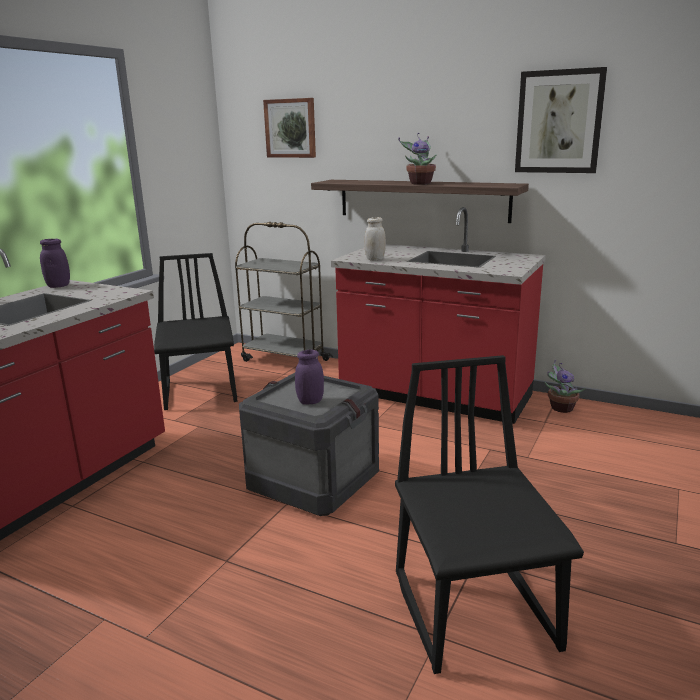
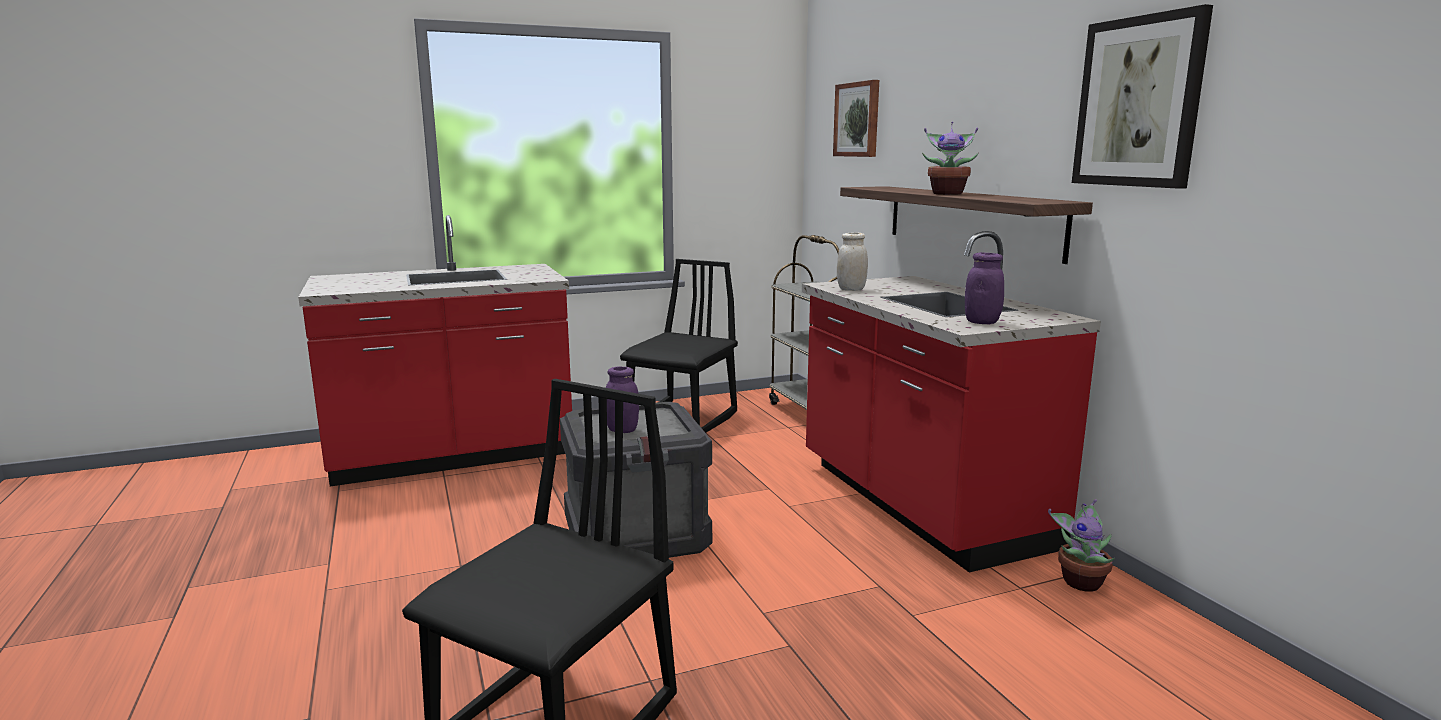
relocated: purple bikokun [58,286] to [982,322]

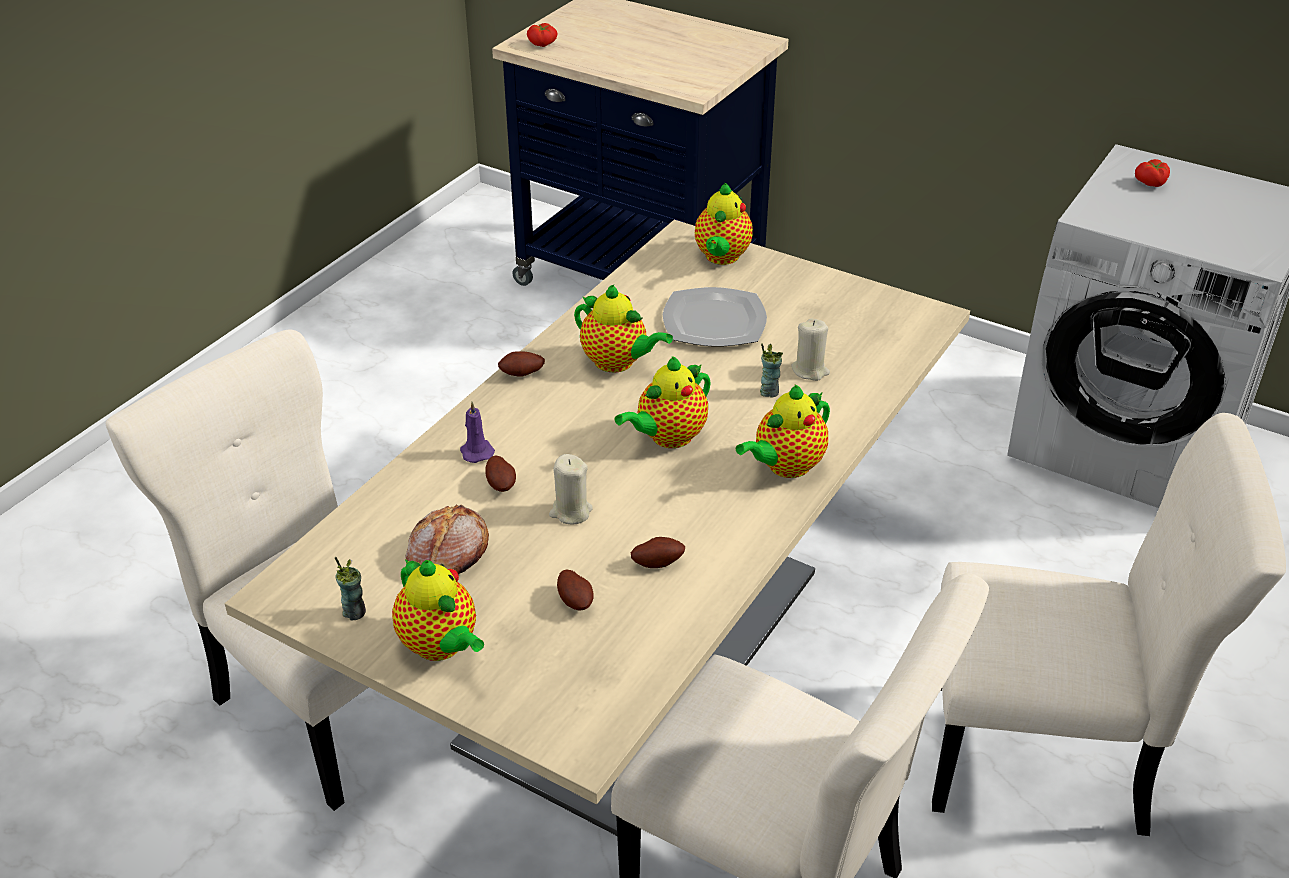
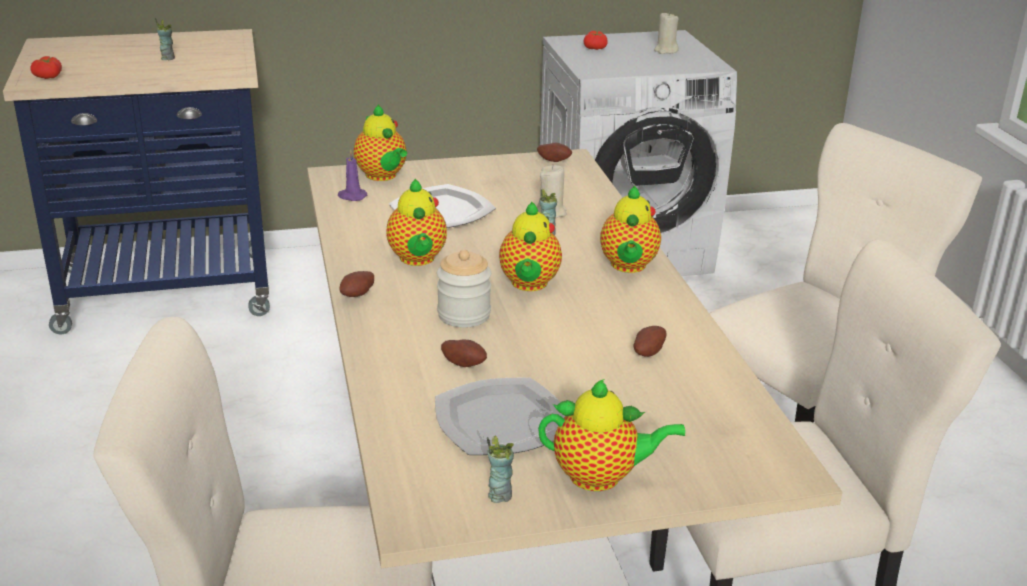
appeared: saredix [167,58]; bikokun [464,315]
relocated: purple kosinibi [476,451] to [351,196]; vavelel [576,601] to [554,160]; beige kosinibi [570,512] to [665,51]
exchanged: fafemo [447,552] to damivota [500,422]
spun: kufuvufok [617,363] = [417,259] 90 degrees clockwise

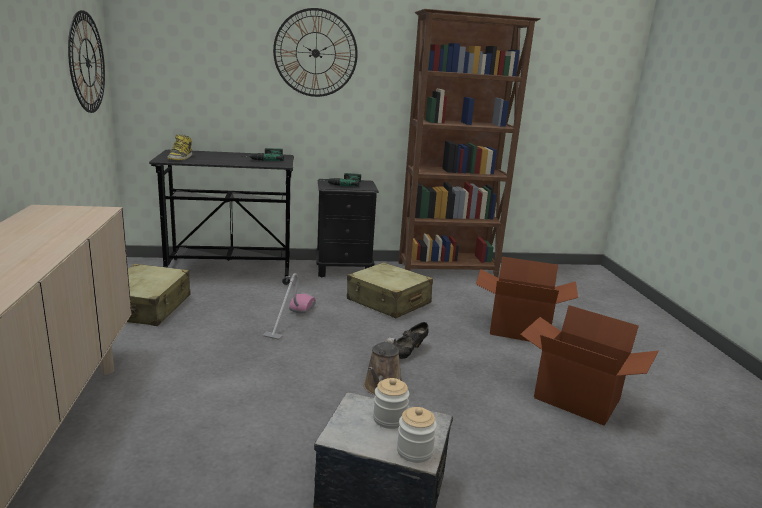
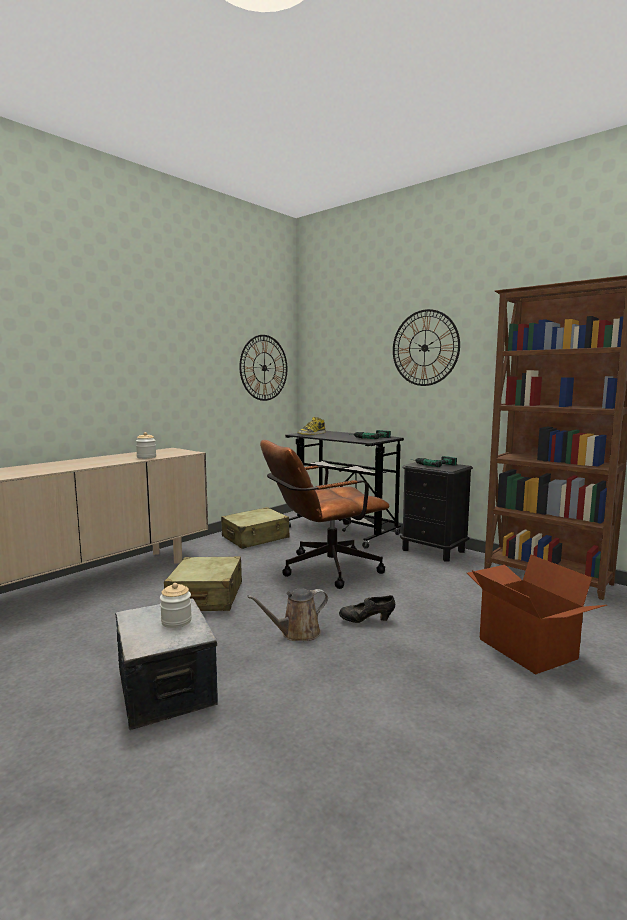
missing: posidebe [576,399]
relocated: bikokun [414,451] to [146,457]; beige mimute [388,302] to [206,597]
exchanged: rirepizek [290,320] to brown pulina [322,570]

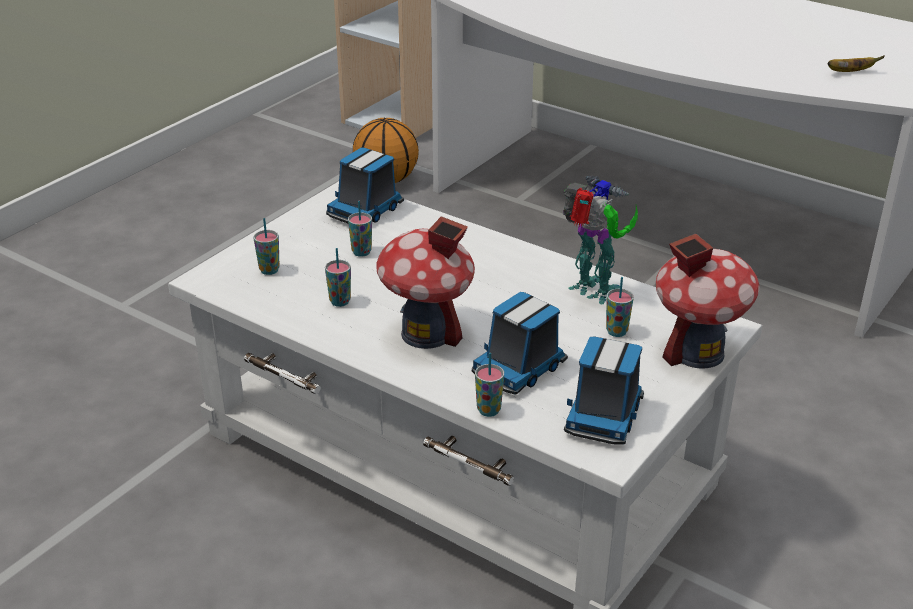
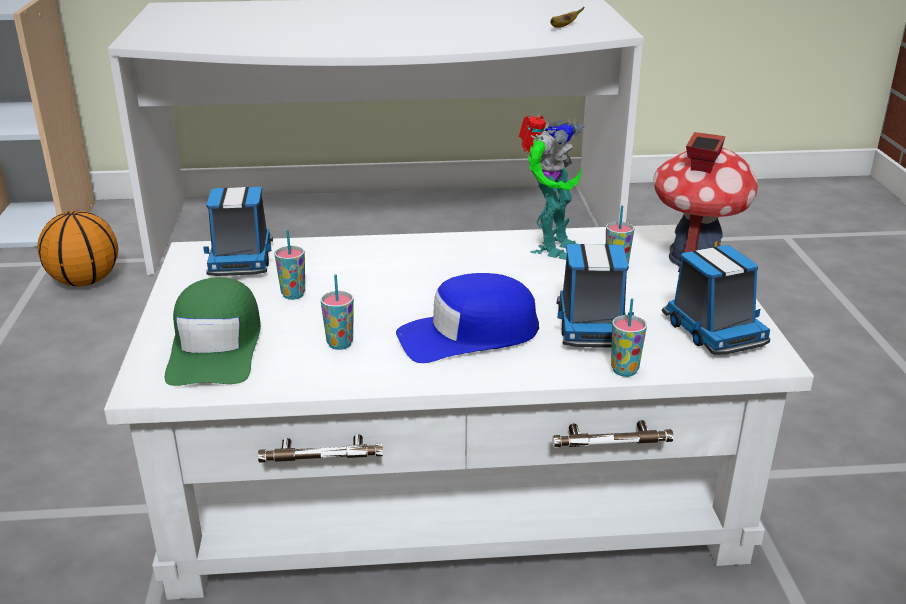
exchanged: saredix [269,270] to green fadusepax [216,347]; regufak [426,334] to blue fadusepax [468,335]
spun: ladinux [594,292] = [551,248] 120 degrees clockwise

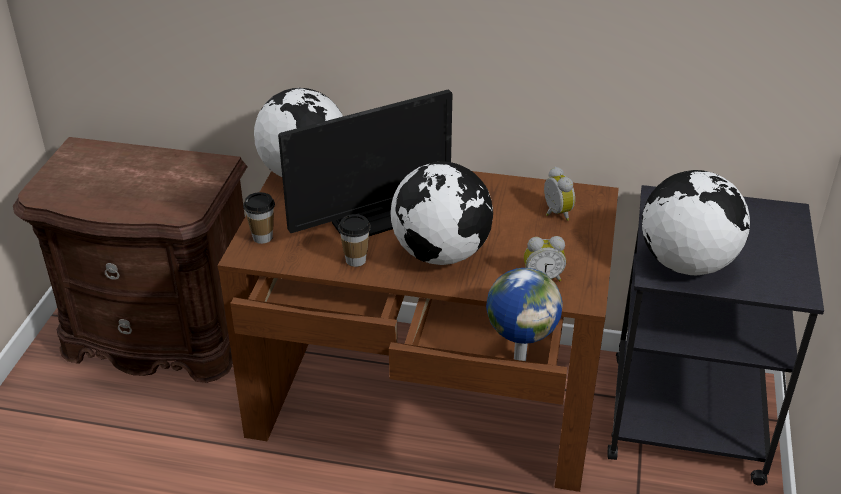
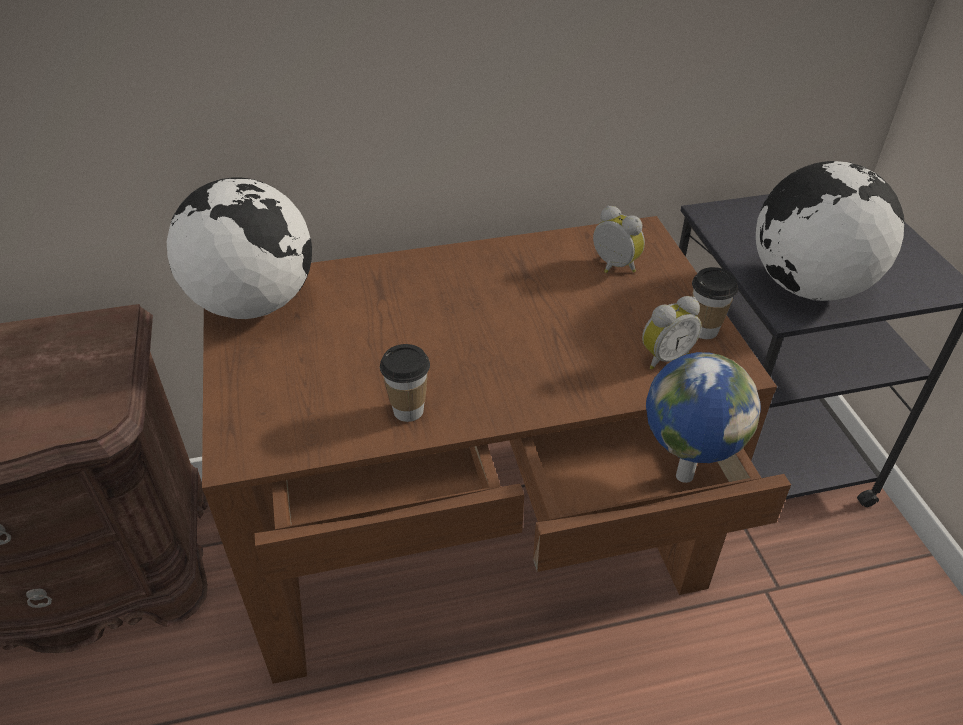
missing: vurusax [369,221]; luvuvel [441,254]
relocated: saredix [262,237] to [704,330]

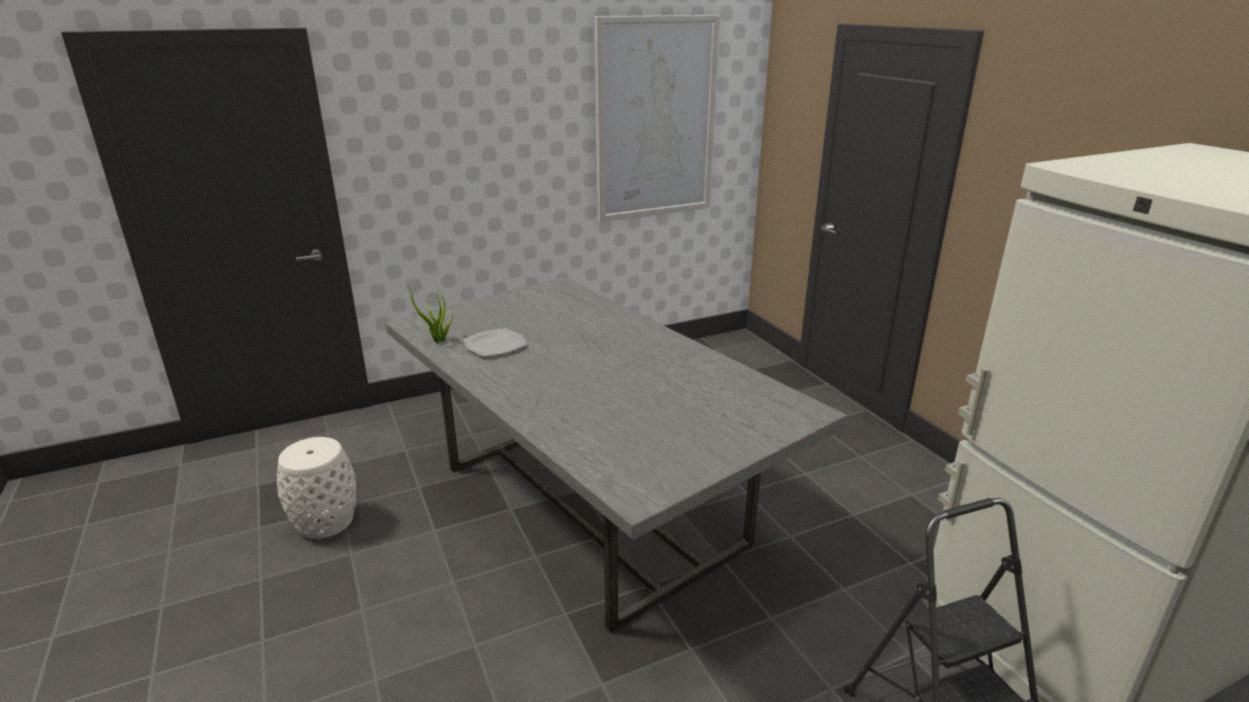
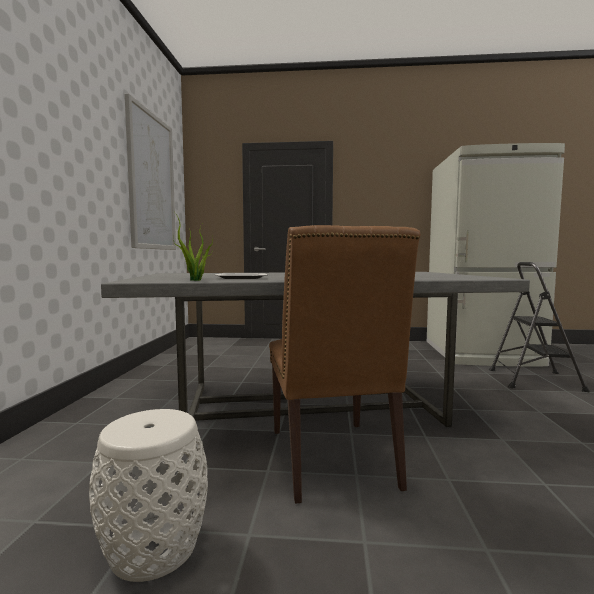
appeared: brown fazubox [330,456]

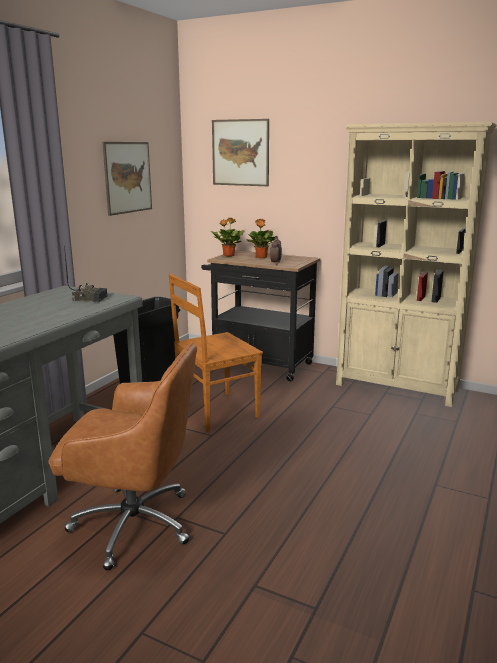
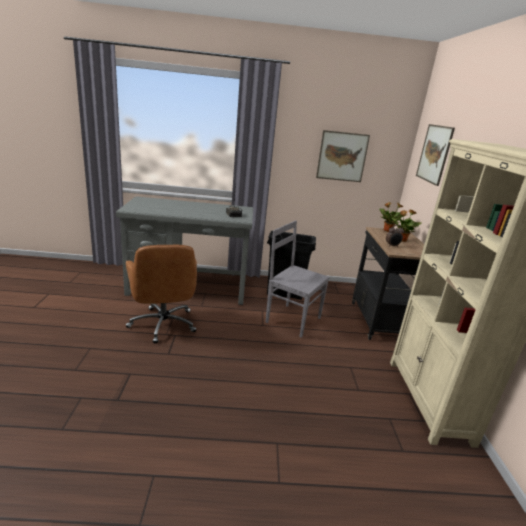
colour: brown fazubox [215,411] to grey fazubox [292,319]

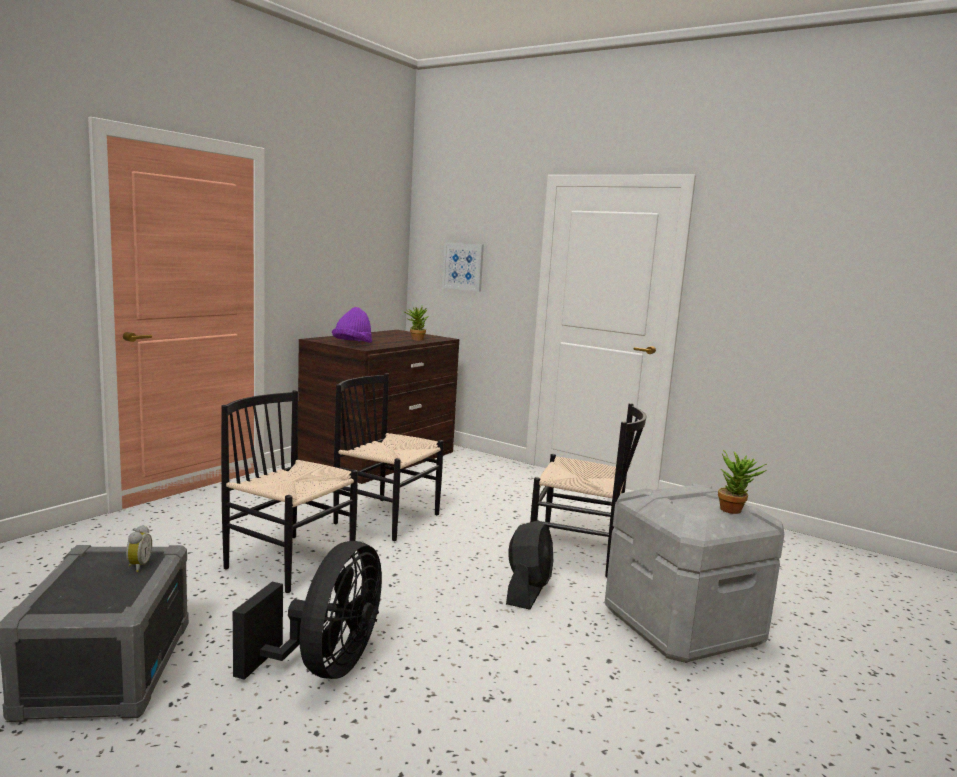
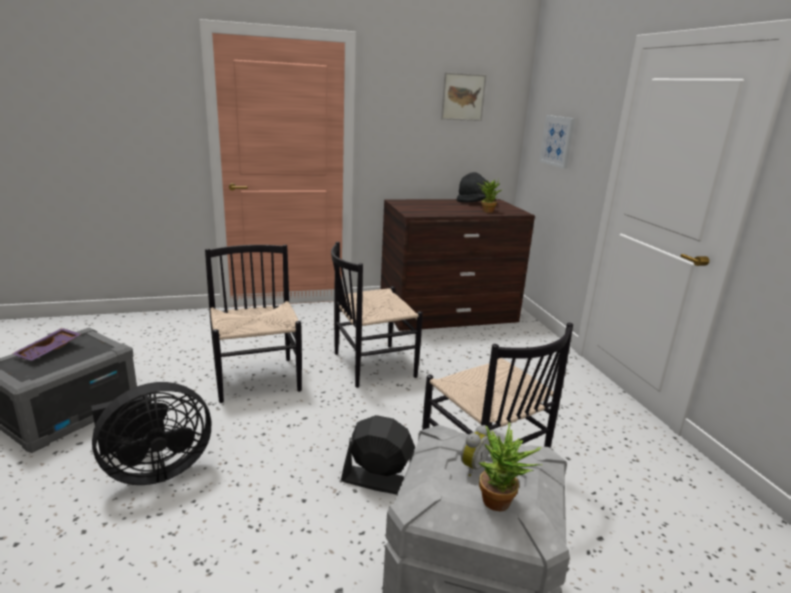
missing: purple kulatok [352,344]
appeared: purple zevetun [49,351]; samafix [463,97]; black kulatok [475,203]
relocated: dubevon [137,566] to [471,466]
spun: black fazubox [383,518] = [370,366] 90 degrees counterclockwise; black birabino [528,591] = [378,481] 135 degrees counterclockwise

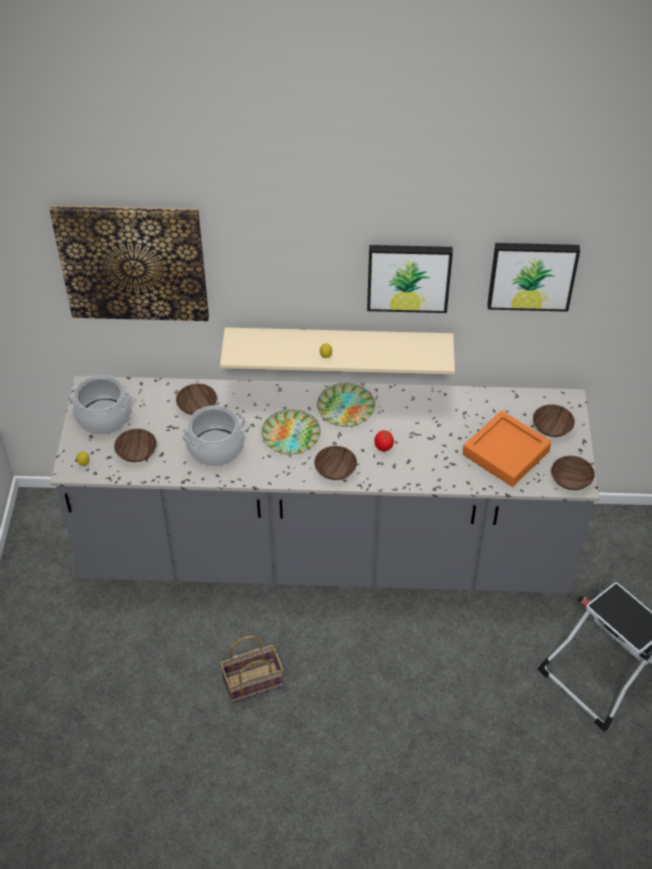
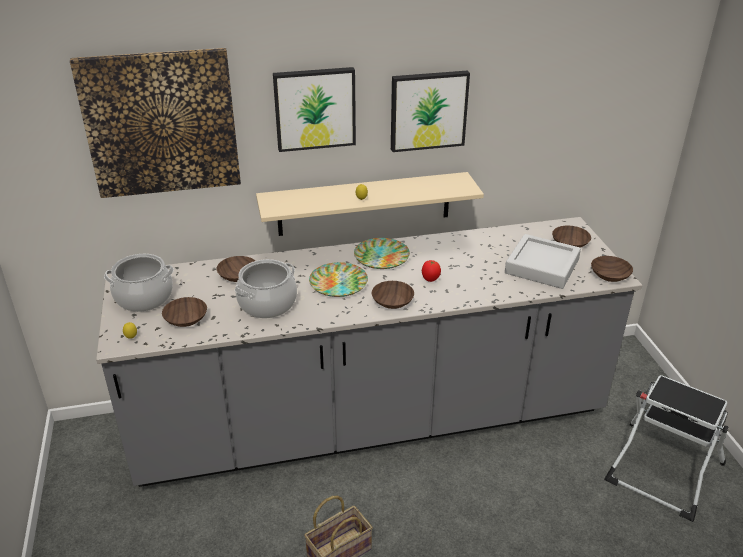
relocated: samafix [532,274] to [314,108]
colour: orange zevetun [506,453] to grey zevetun [542,266]

